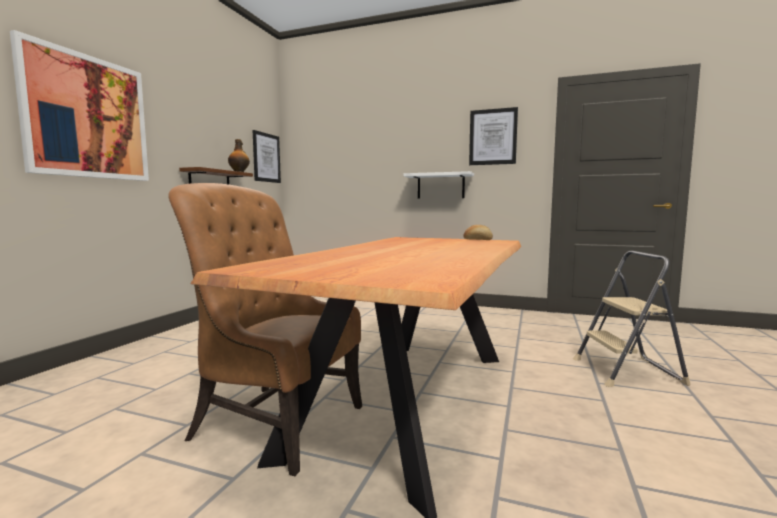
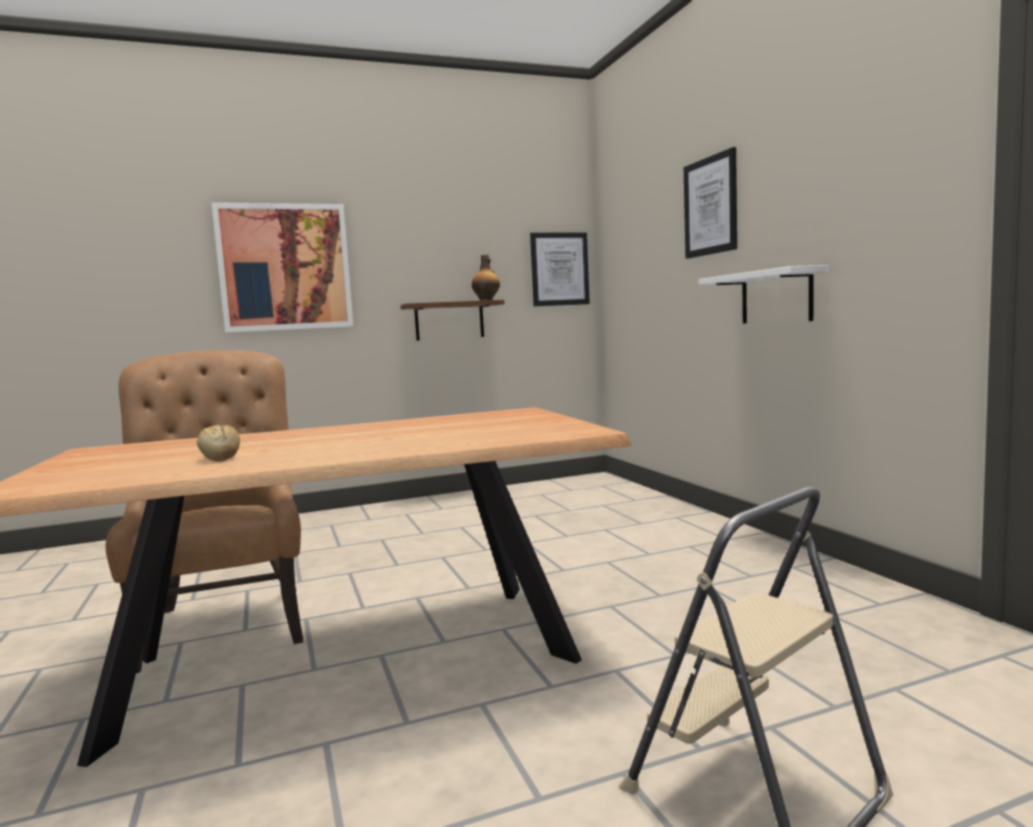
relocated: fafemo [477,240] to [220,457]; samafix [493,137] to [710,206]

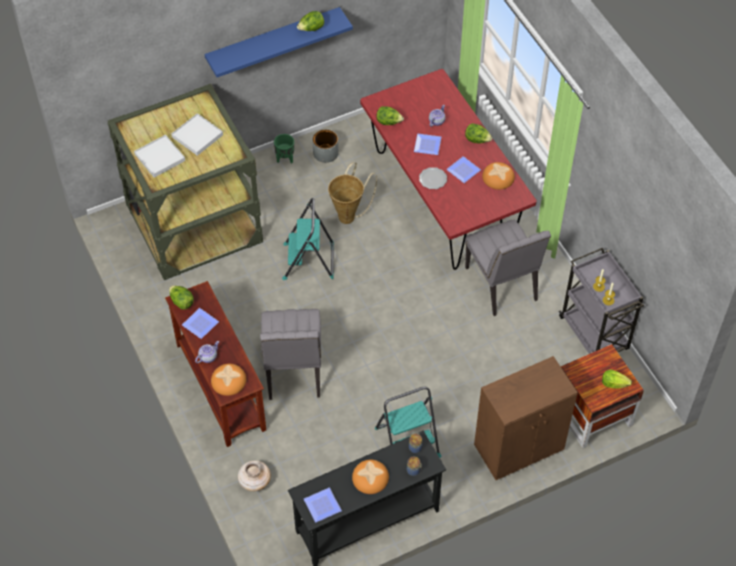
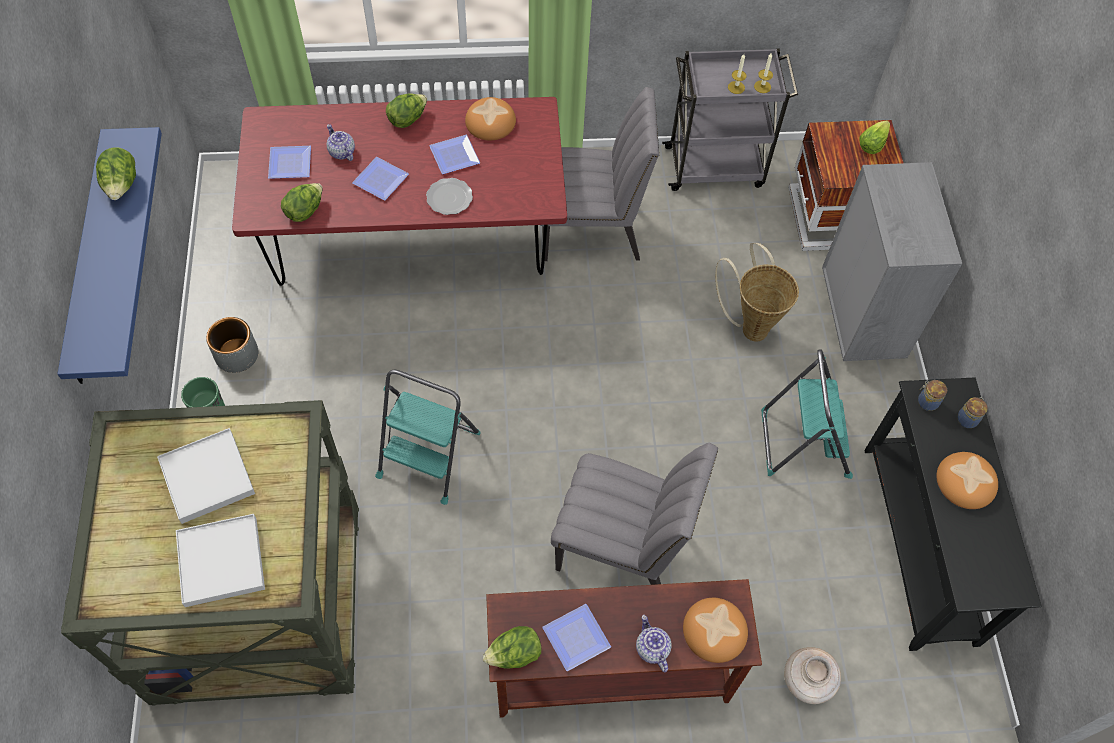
relocated: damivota [323,504] to [288,162]; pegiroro [349,215] to [751,326]
colour: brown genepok [517,450] to grey genepok [862,318]

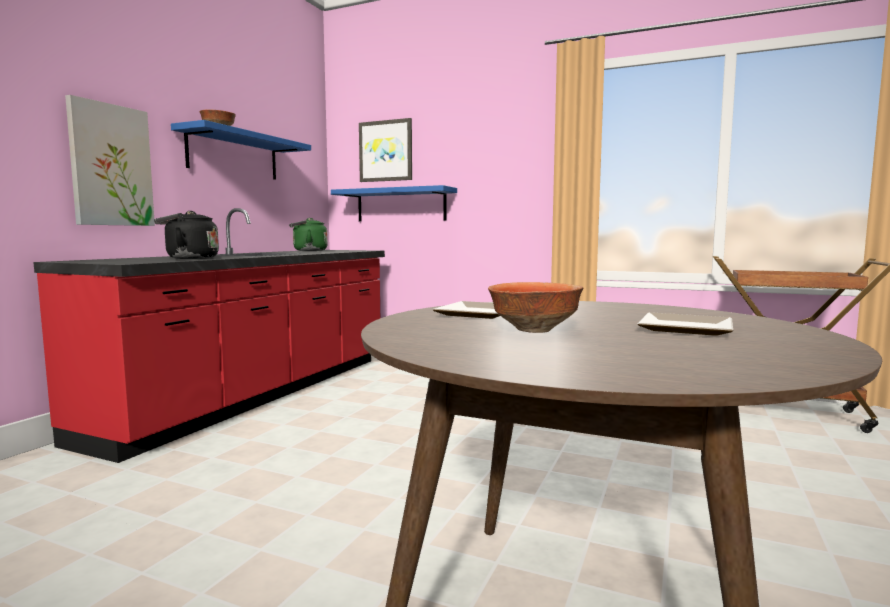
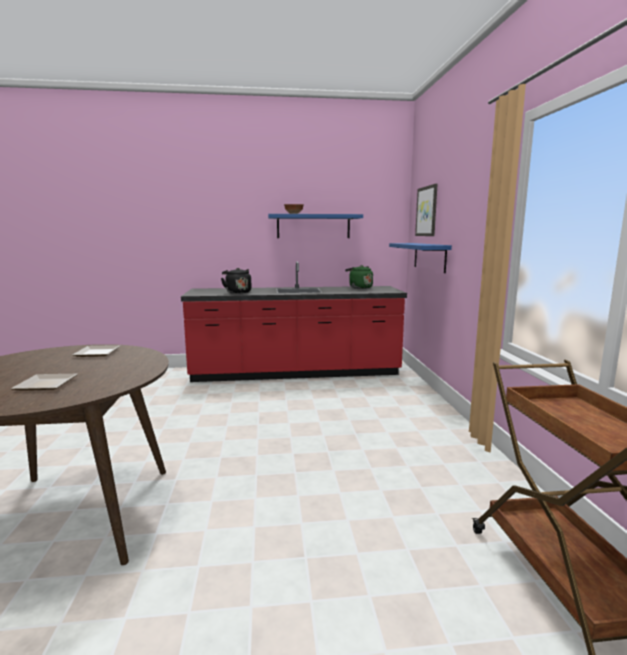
missing: samafix [111,165]; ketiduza [534,330]

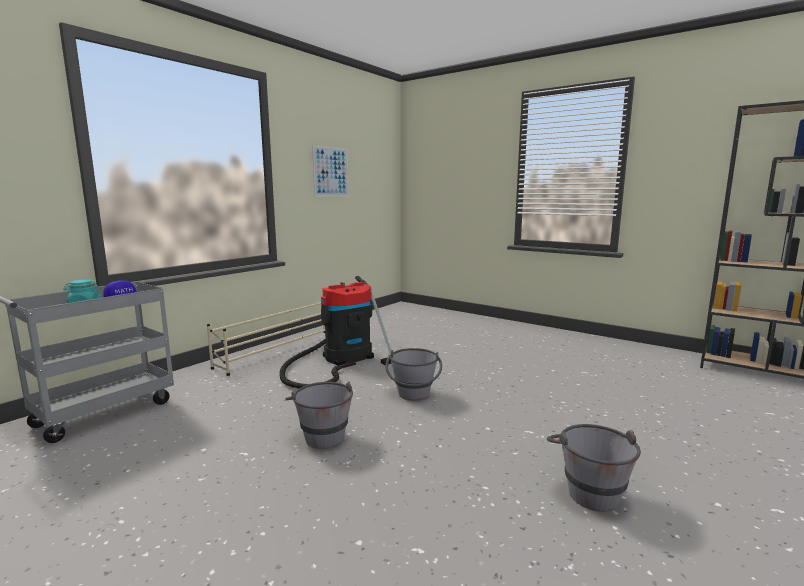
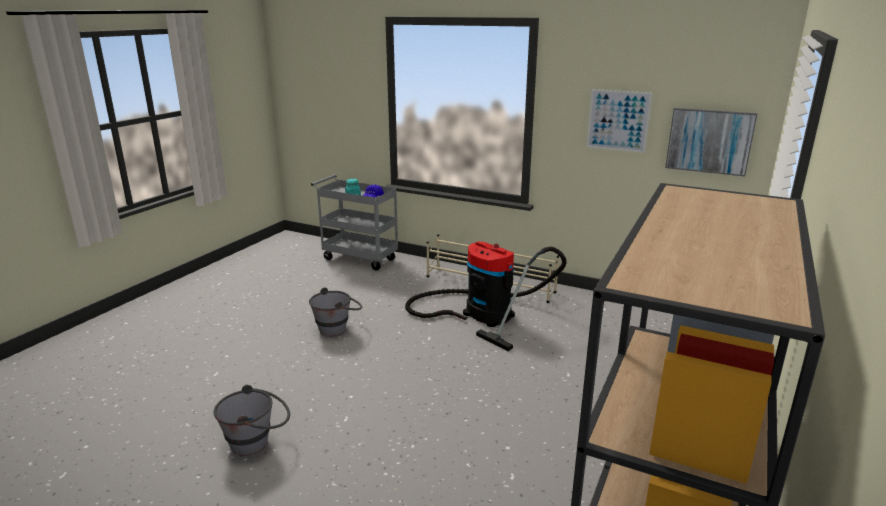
missing: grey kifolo [413,396]
appeared: samafix [709,141]

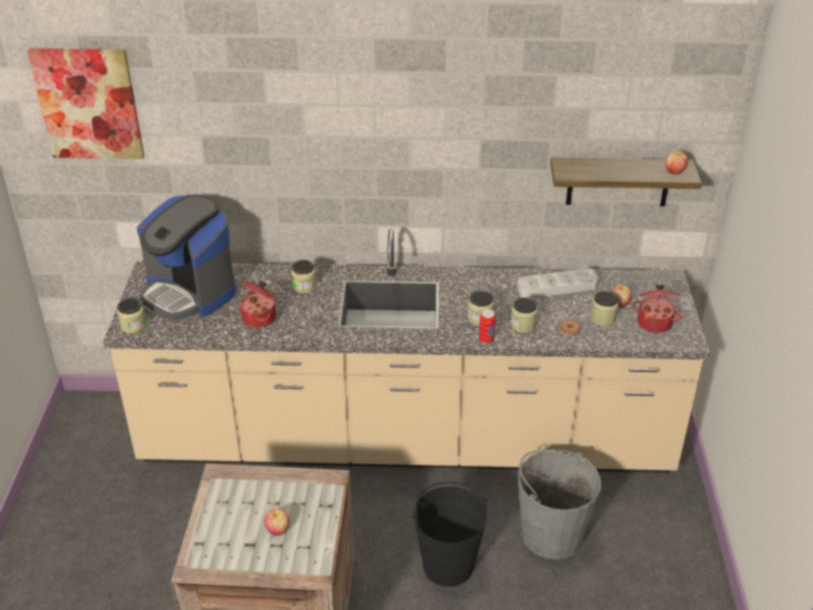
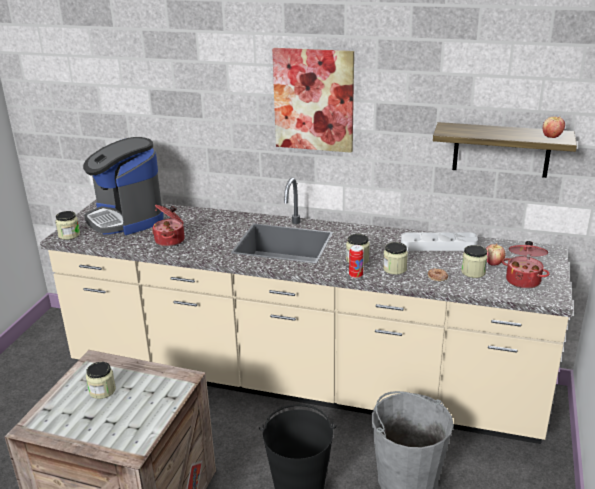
missing: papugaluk [278,530]
relocated: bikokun [304,286] to [102,390]; samafix [88,103] to [314,100]

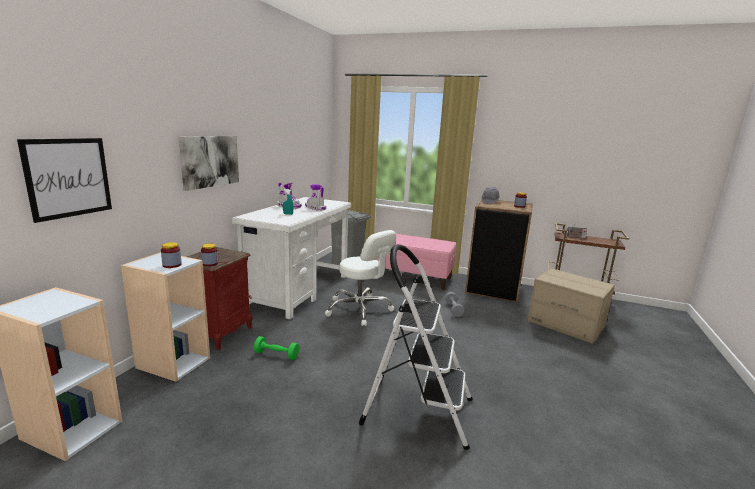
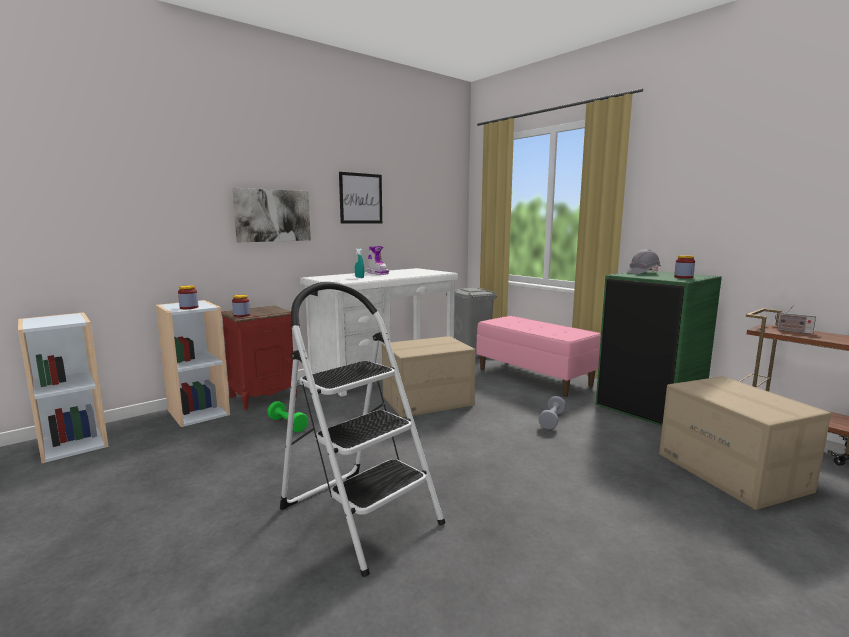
missing: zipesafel [315,208]
relocated: samafix [68,177] to [361,198]
exchanged: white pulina [361,311] to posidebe [427,401]
colour: brown genepok [493,288] to green genepok [649,406]

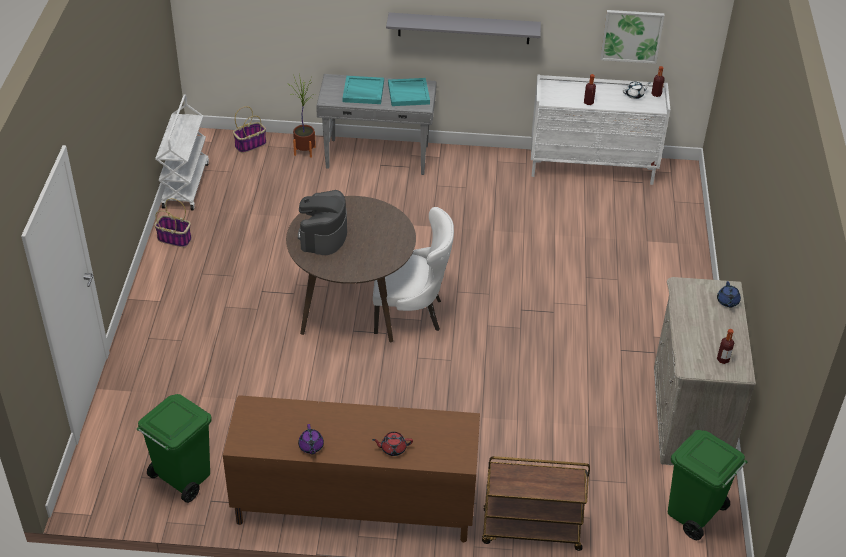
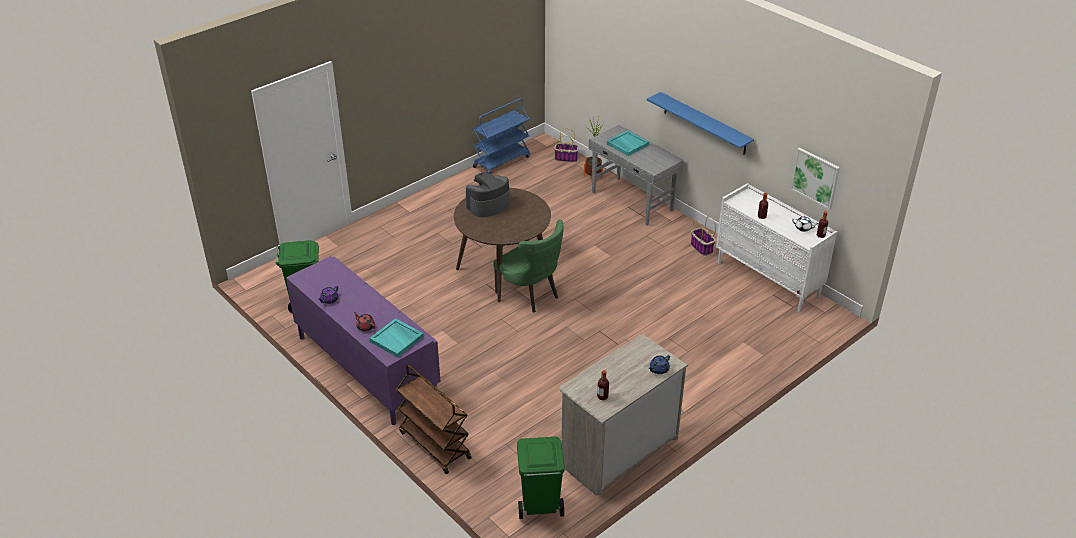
relocated: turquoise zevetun [409,93] to [397,339]; pegiroro [175,239] to [702,248]
colour: brown genepok [355,501] to purple genepok [367,366]; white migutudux [185,185] to blue migutudux [501,161]; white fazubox [411,313] to green fazubox [530,294]; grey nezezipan [463,28] to blue nezezipan [704,123]

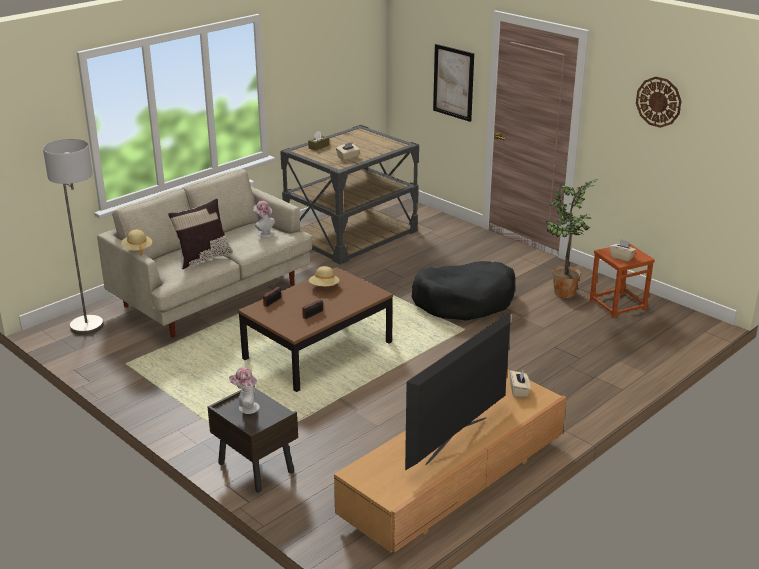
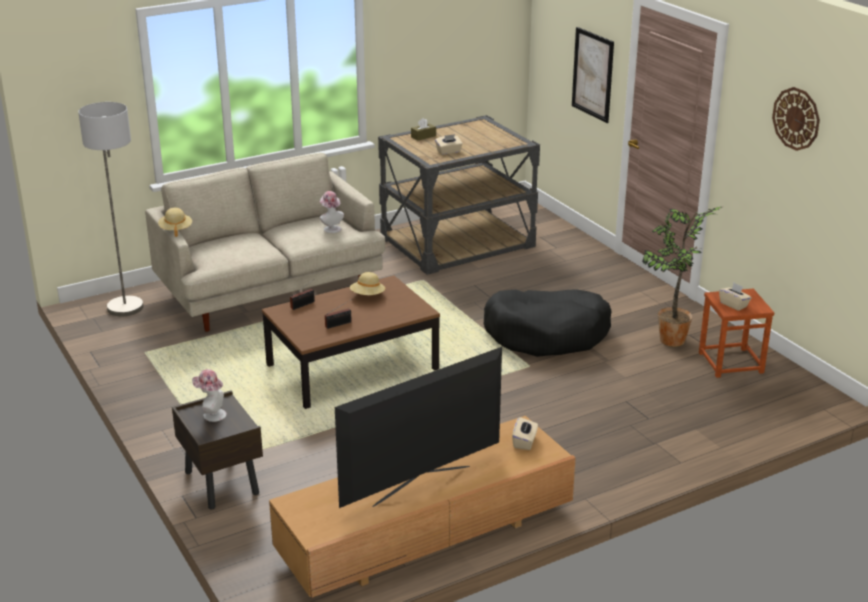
missing: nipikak [203,258]

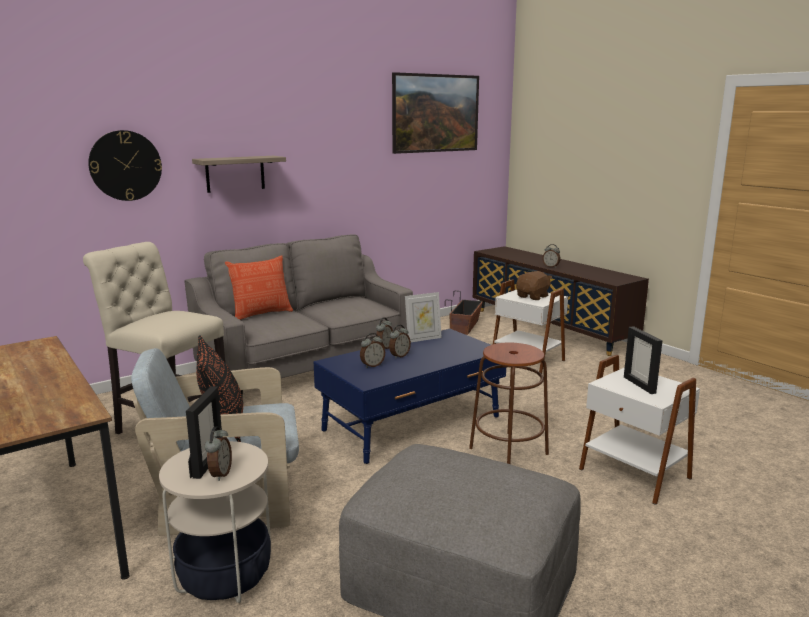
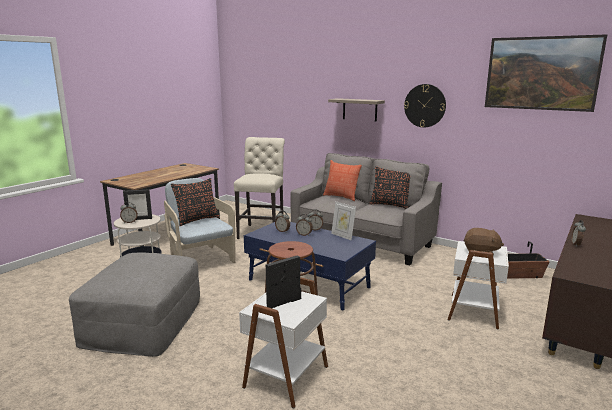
appeared: black nipikak [390,205]
relocated: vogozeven [125,165] to [425,105]

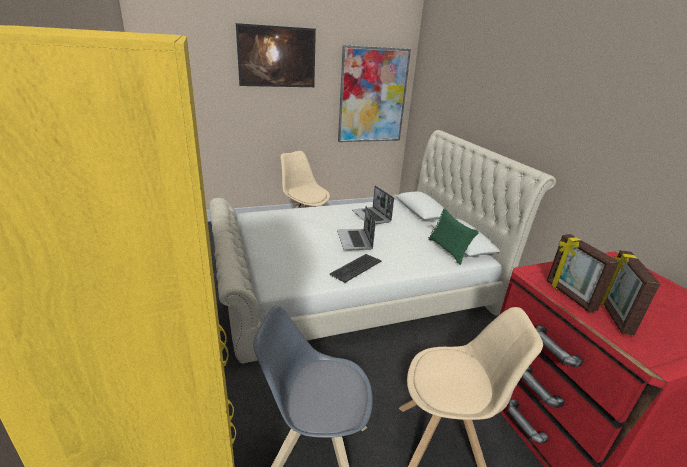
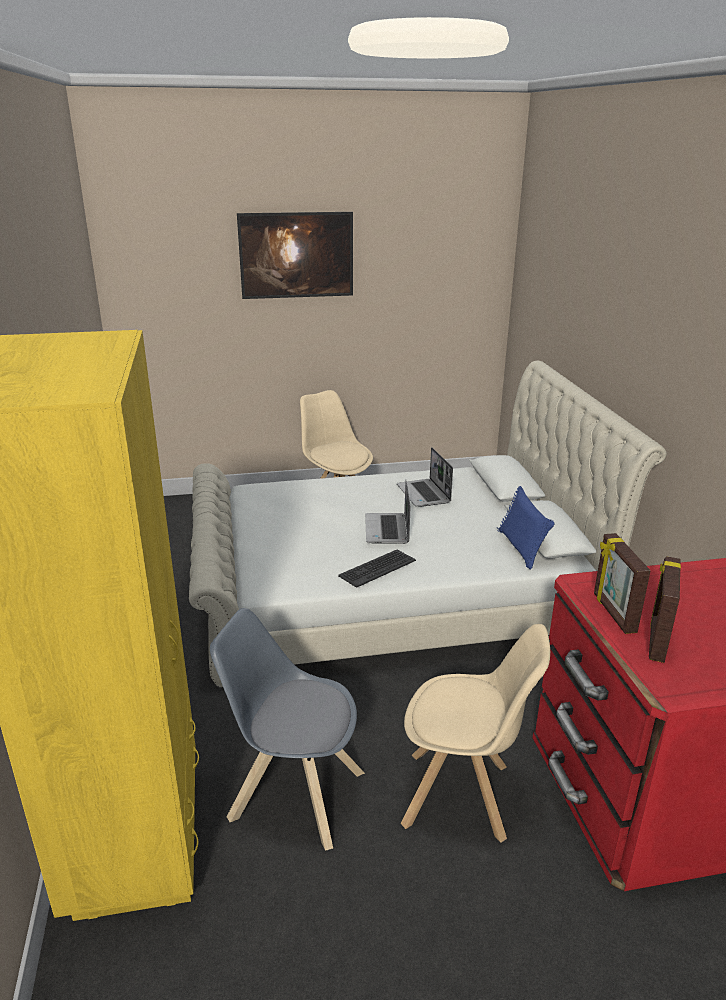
missing: samafix [373,96]
colour: green nipikak [448,250] to blue nipikak [521,548]

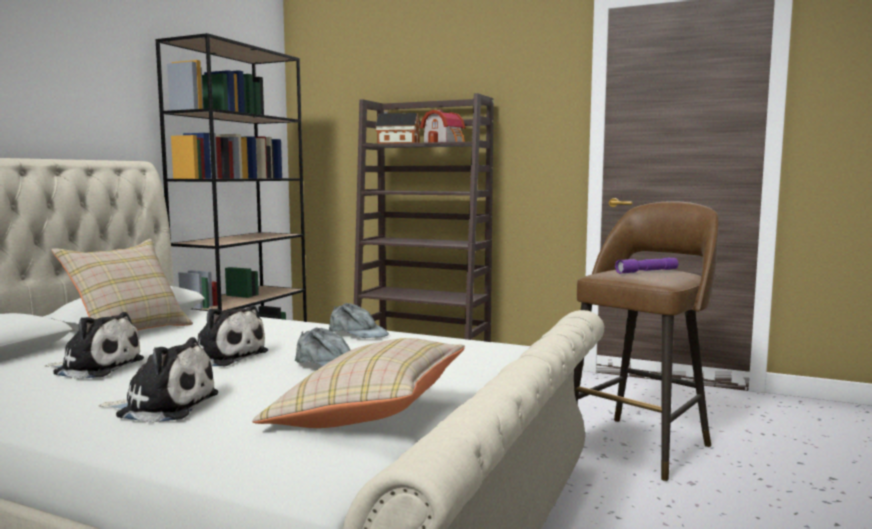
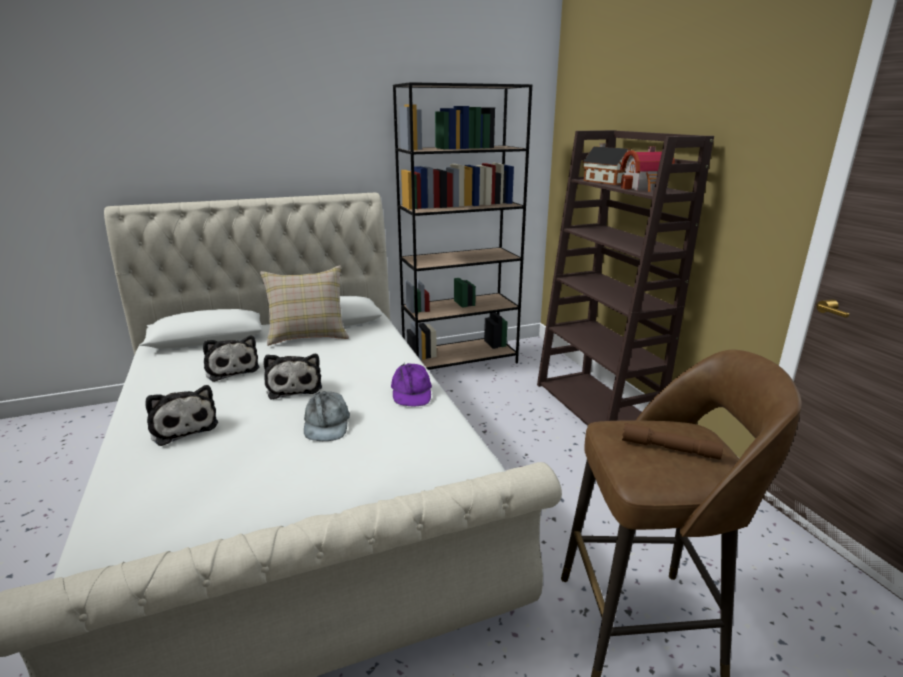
missing: beige nipikak [367,415]
colour: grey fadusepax [357,333] to purple fadusepax [411,392]; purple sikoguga [647,271] to brown sikoguga [669,449]

